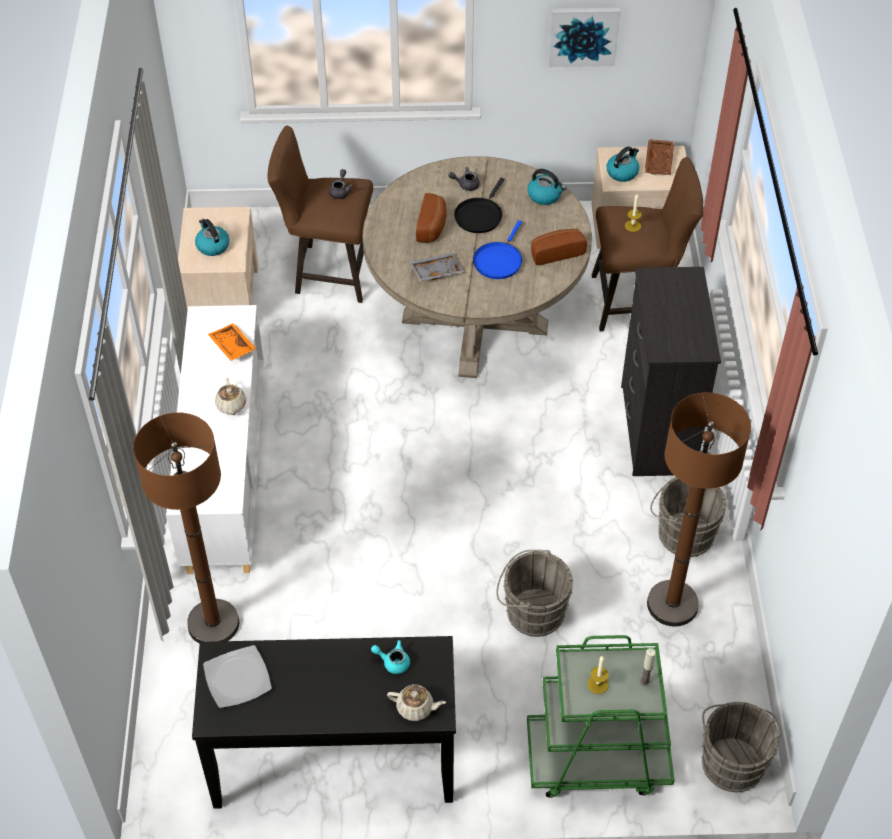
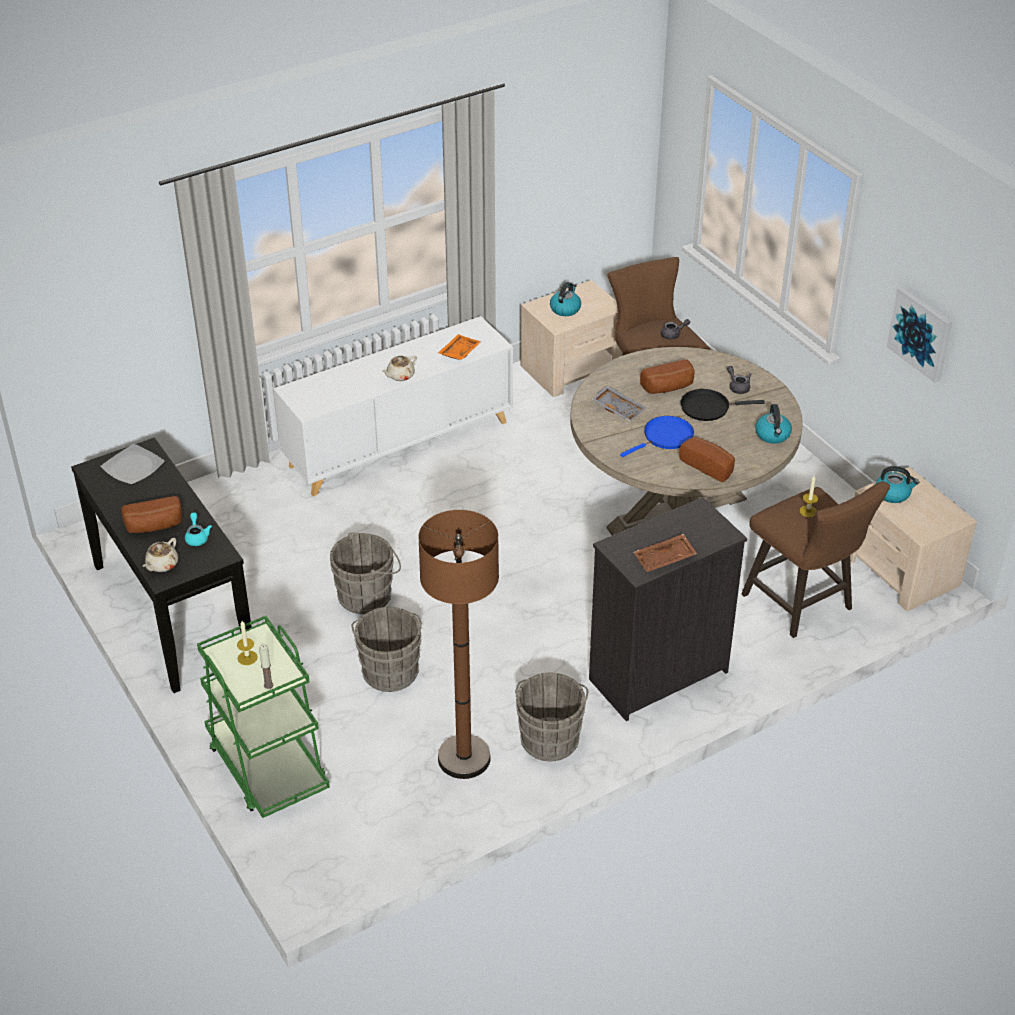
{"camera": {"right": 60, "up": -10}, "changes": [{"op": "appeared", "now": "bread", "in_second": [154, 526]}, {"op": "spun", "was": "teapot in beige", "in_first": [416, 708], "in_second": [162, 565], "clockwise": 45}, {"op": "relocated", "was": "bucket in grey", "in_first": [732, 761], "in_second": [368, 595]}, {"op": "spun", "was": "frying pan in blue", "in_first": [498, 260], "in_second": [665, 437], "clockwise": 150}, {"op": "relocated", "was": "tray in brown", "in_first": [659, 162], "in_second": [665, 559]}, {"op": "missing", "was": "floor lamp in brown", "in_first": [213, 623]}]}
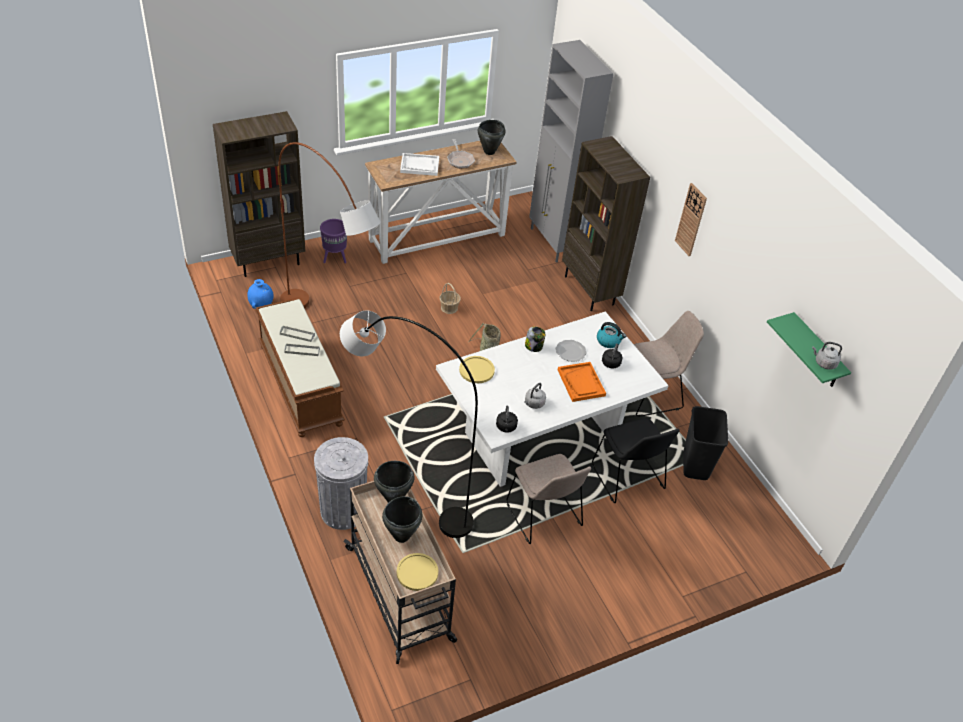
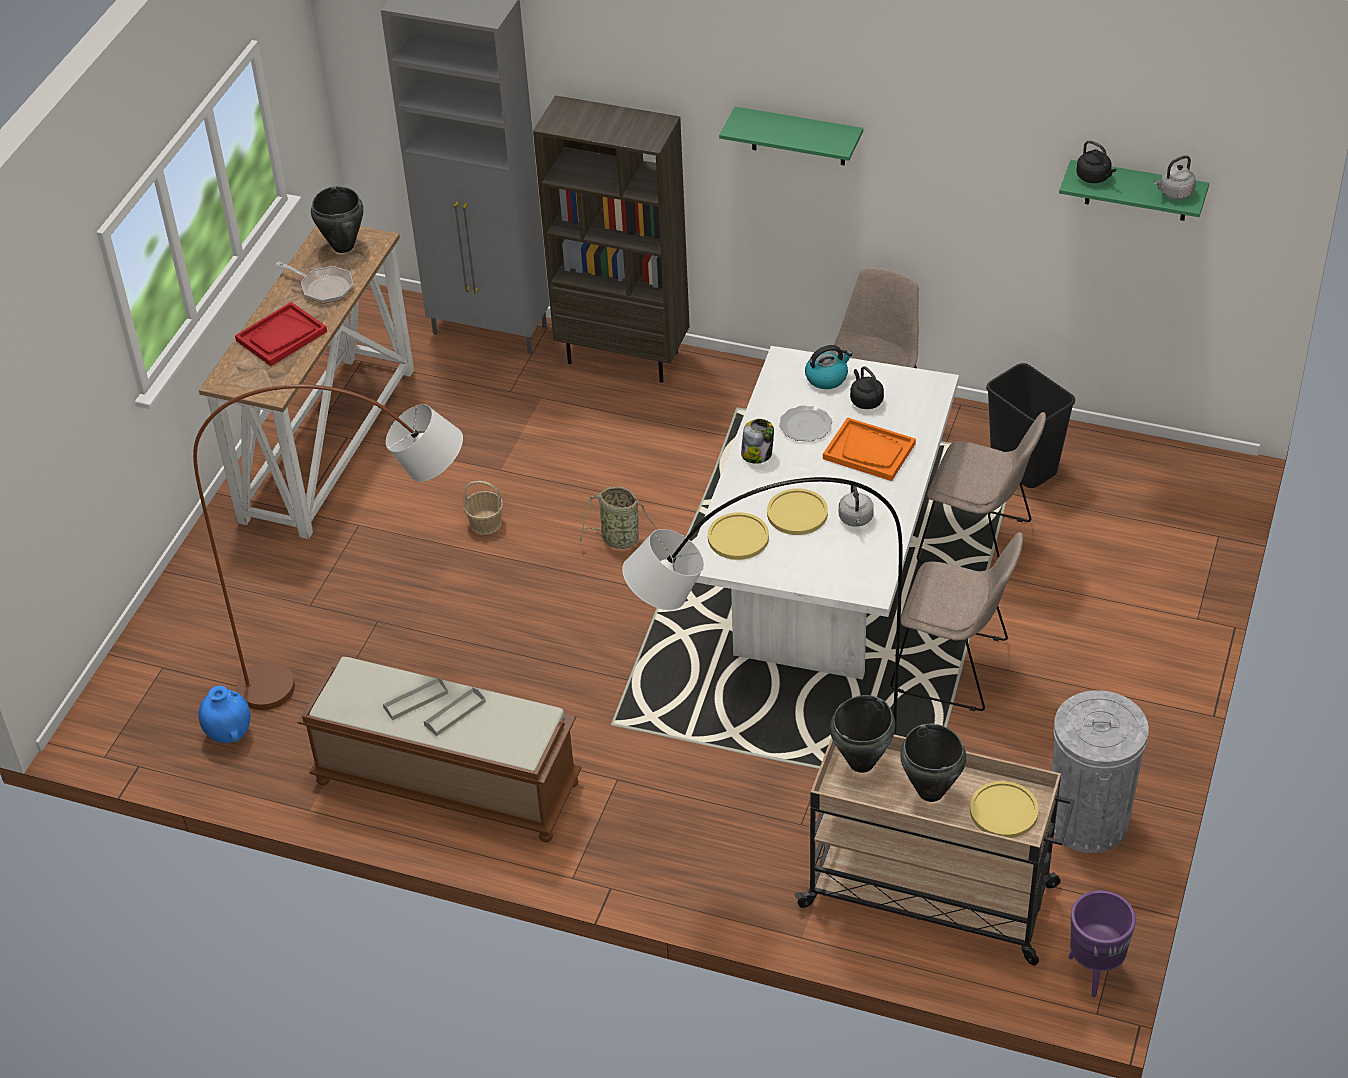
{"camera": {"right": -40, "up": 0}, "changes": [{"op": "colour", "was": "tray in white", "now": "tray in red", "in_first": [419, 165], "in_second": [281, 336]}, {"op": "exchanged", "was": "wall clock", "now": "shelf in green", "in_first": [691, 220], "in_second": [798, 136]}, {"op": "appeared", "now": "plate in yellow", "in_second": [797, 513]}, {"op": "colour", "was": "chair in black", "now": "chair in beige", "in_first": [628, 479], "in_second": [979, 544]}, {"op": "relocated", "was": "trash can in grey", "in_first": [343, 511], "in_second": [1088, 821]}, {"op": "relocated", "was": "planter in purple", "in_first": [334, 258], "in_second": [1093, 972]}, {"op": "relocated", "was": "kettle in black", "in_first": [506, 427], "in_second": [1094, 177]}, {"op": "missing", "was": "bookcase in brown", "in_first": [268, 262]}]}
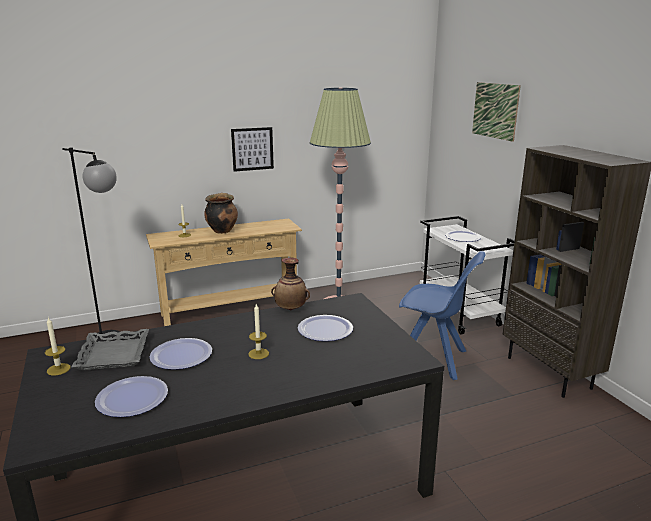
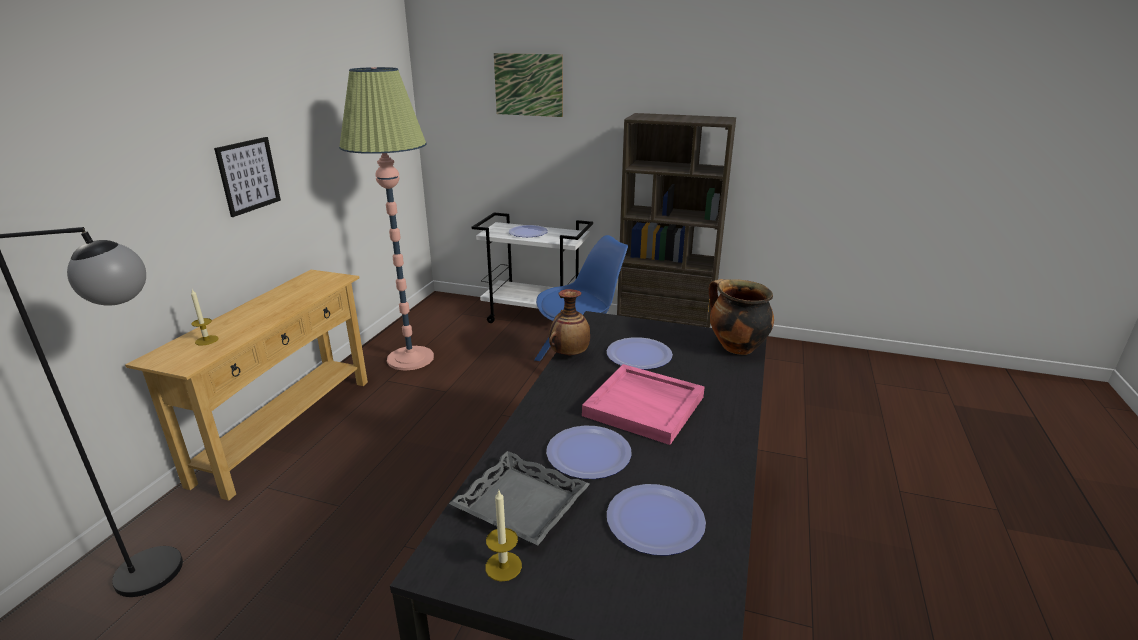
{"camera": {"right": -50, "up": 5}, "changes": [{"op": "exchanged", "was": "candle", "now": "tray in pink", "in_first": [258, 353], "in_second": [645, 406]}, {"op": "relocated", "was": "cooking pot", "in_first": [222, 230], "in_second": [735, 347]}]}
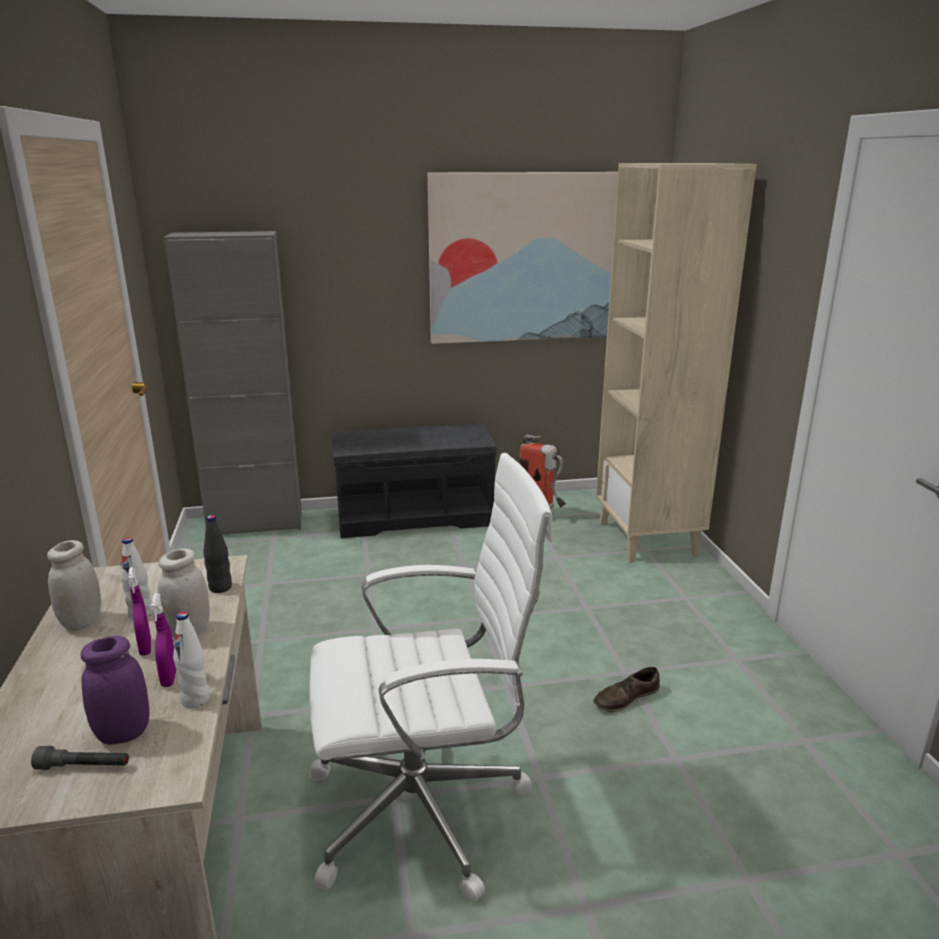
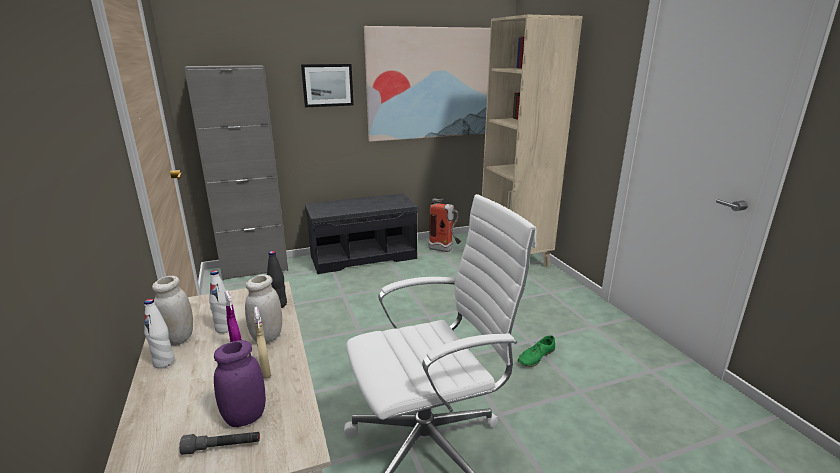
{"camera": {"right": -10, "up": 0}, "changes": [{"op": "relocated", "was": "bottle in white", "in_first": [195, 700], "in_second": [164, 362]}, {"op": "colour", "was": "spray bottle in purple", "now": "spray bottle in beige", "in_first": [169, 678], "in_second": [265, 371]}, {"op": "appeared", "now": "picture", "in_second": [327, 85]}, {"op": "colour", "was": "shoe in brown", "now": "shoe in green", "in_first": [626, 698], "in_second": [536, 357]}]}
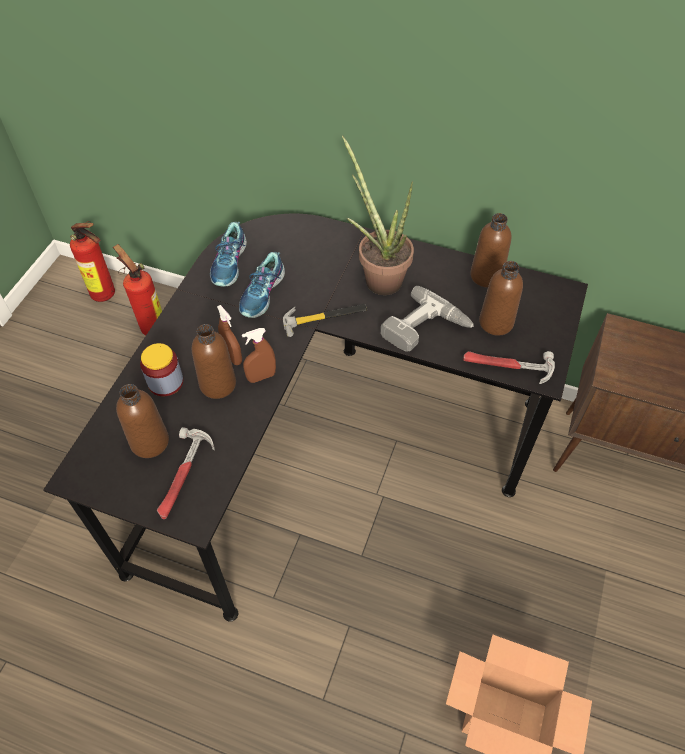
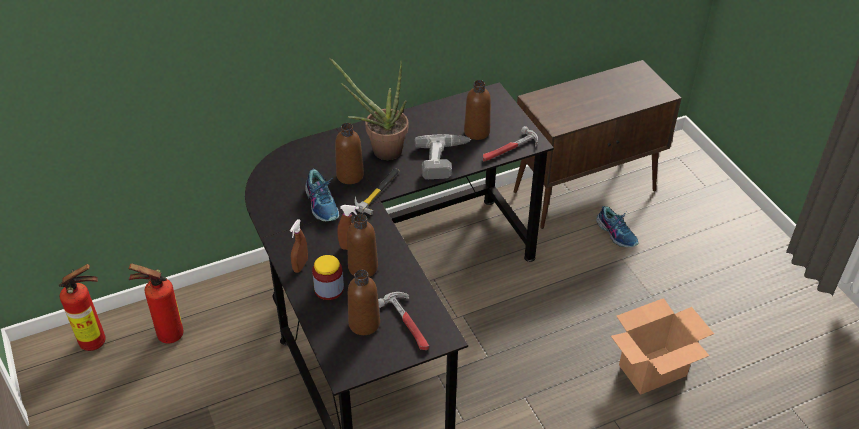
{"camera": {"right": -45, "up": -10}, "changes": [{"op": "relocated", "was": "spray bottle in brown", "in_first": [261, 377], "in_second": [300, 265]}, {"op": "relocated", "was": "bottle in brown", "in_first": [486, 276], "in_second": [350, 175]}, {"op": "relocated", "was": "shoe", "in_first": [230, 263], "in_second": [616, 233]}]}
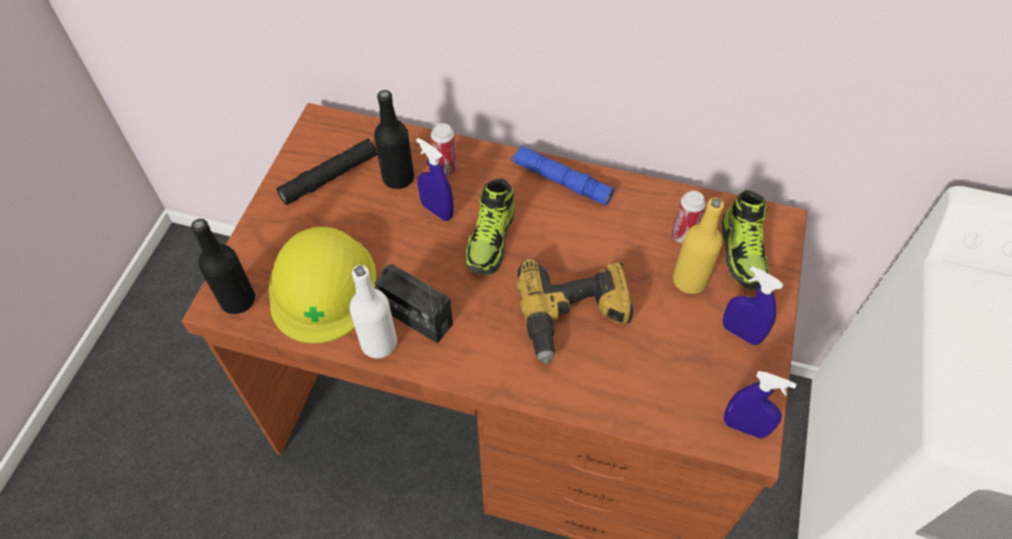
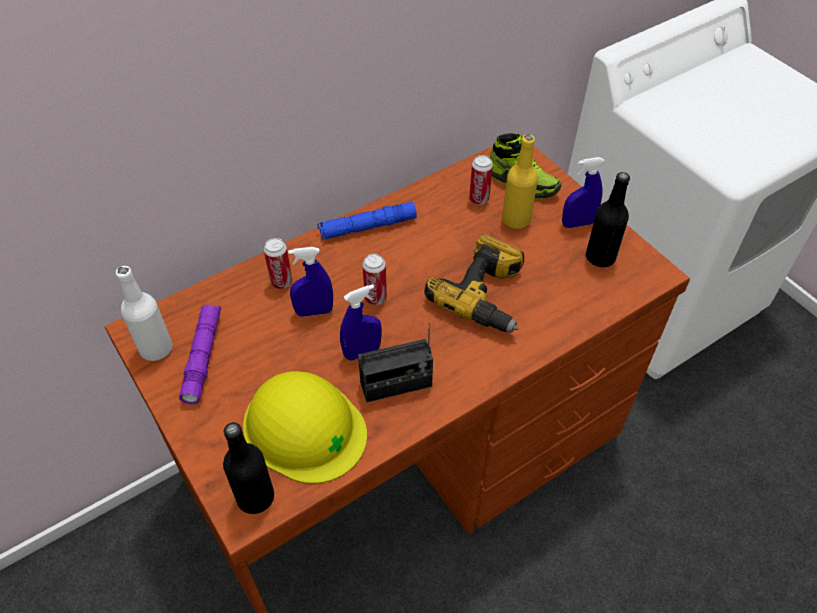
{"camera": {"right": -50, "up": -5}, "changes": [{"op": "relocated", "was": "bottle in white", "in_first": [379, 343], "in_second": [156, 349]}, {"op": "colour", "was": "flashlight in black", "now": "flashlight in purple", "in_first": [330, 177], "in_second": [203, 357]}, {"op": "relocated", "was": "spray bottle in blue", "in_first": [745, 427], "in_second": [362, 352]}, {"op": "exchanged", "was": "shoe", "now": "can", "in_first": [491, 240], "in_second": [375, 298]}, {"op": "relocated", "was": "bottle in black", "in_first": [398, 178], "in_second": [600, 257]}]}
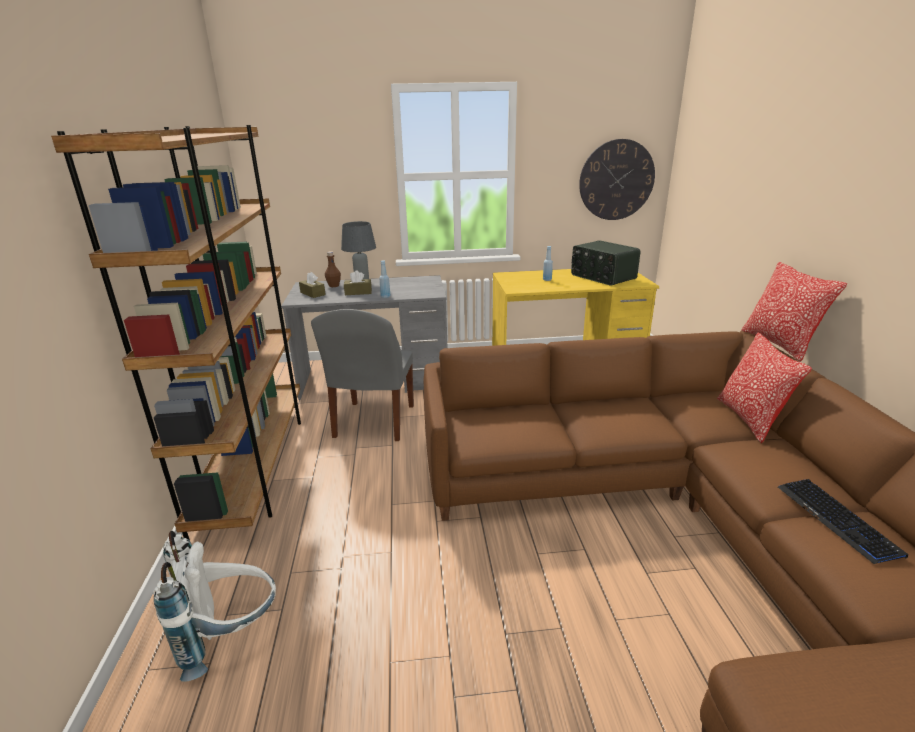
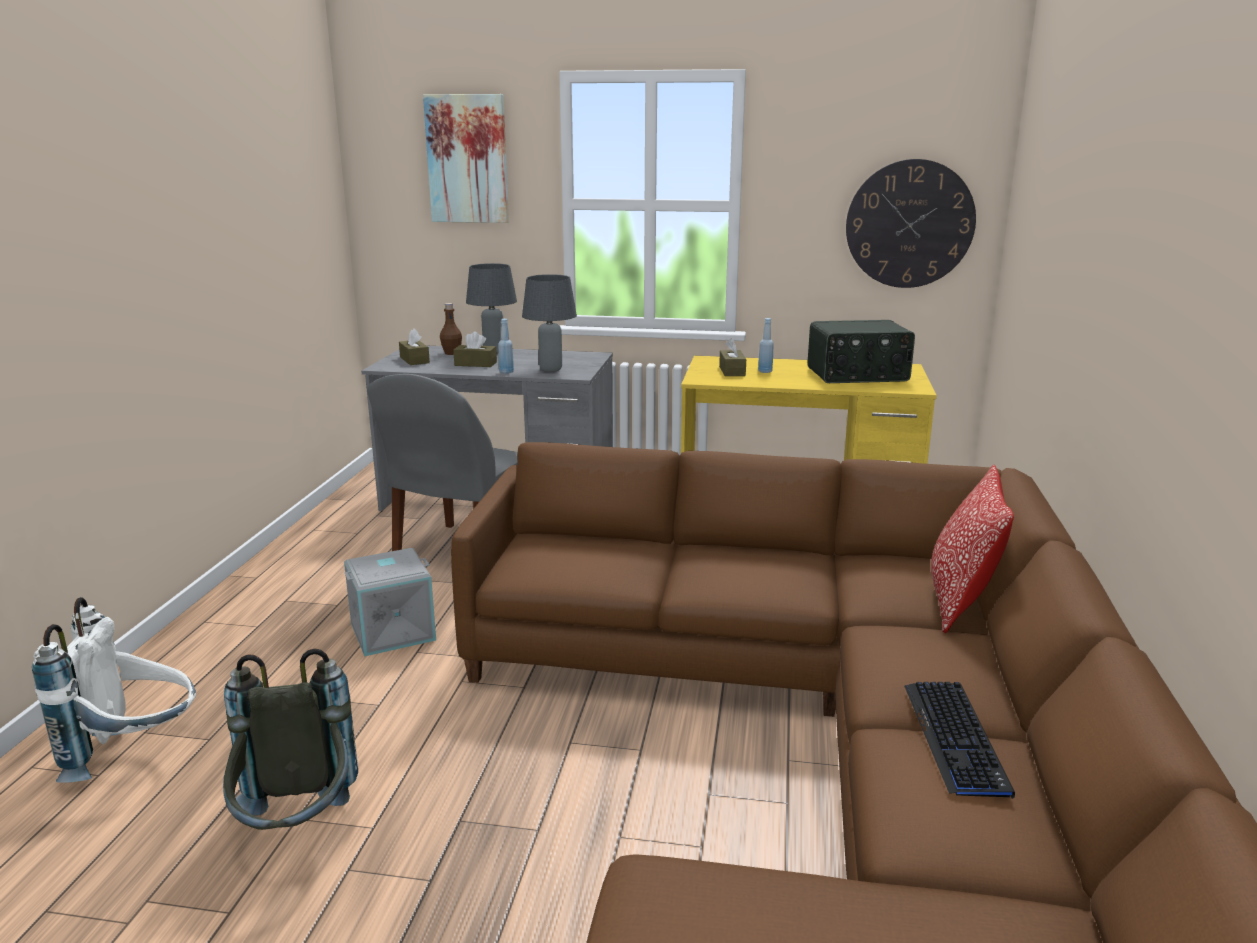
{"camera": {"right": 15, "up": -5}, "changes": [{"op": "appeared", "now": "backpack in grey", "in_second": [297, 832]}, {"op": "appeared", "now": "storage box in grey", "in_second": [393, 631]}, {"op": "appeared", "now": "picture", "in_second": [467, 159]}, {"op": "appeared", "now": "table lamp in grey", "in_second": [551, 369]}, {"op": "appeared", "now": "tissue box in brown", "in_second": [732, 371]}, {"op": "spun", "was": "radio", "in_first": [602, 277], "in_second": [858, 375], "clockwise": -75}, {"op": "missing", "was": "bookcase in brown", "in_first": [255, 466]}, {"op": "missing", "was": "pillow", "in_first": [779, 344]}]}
